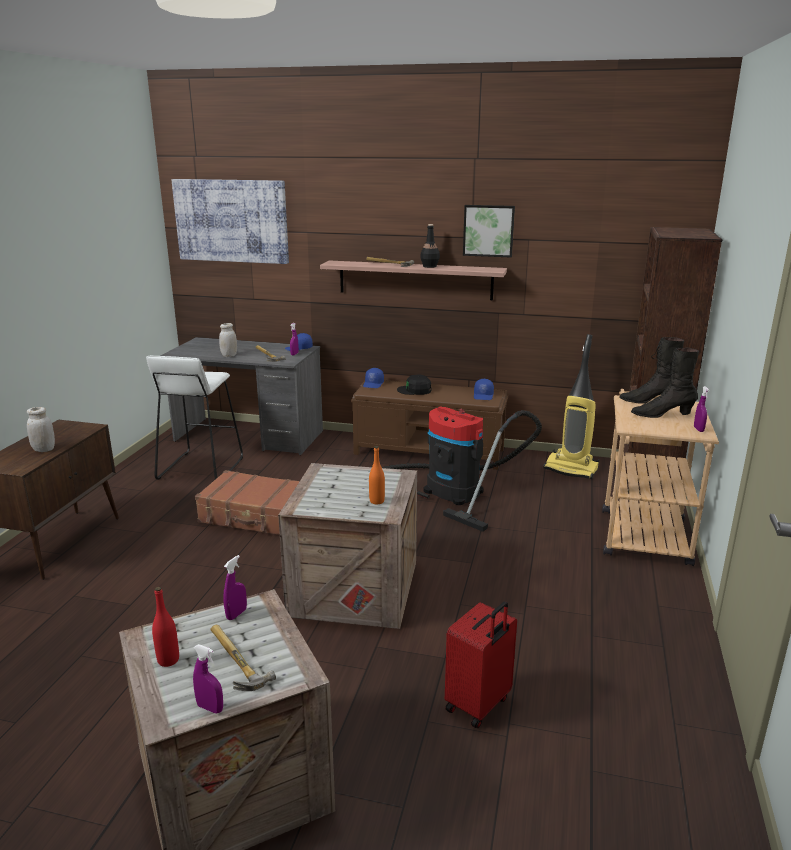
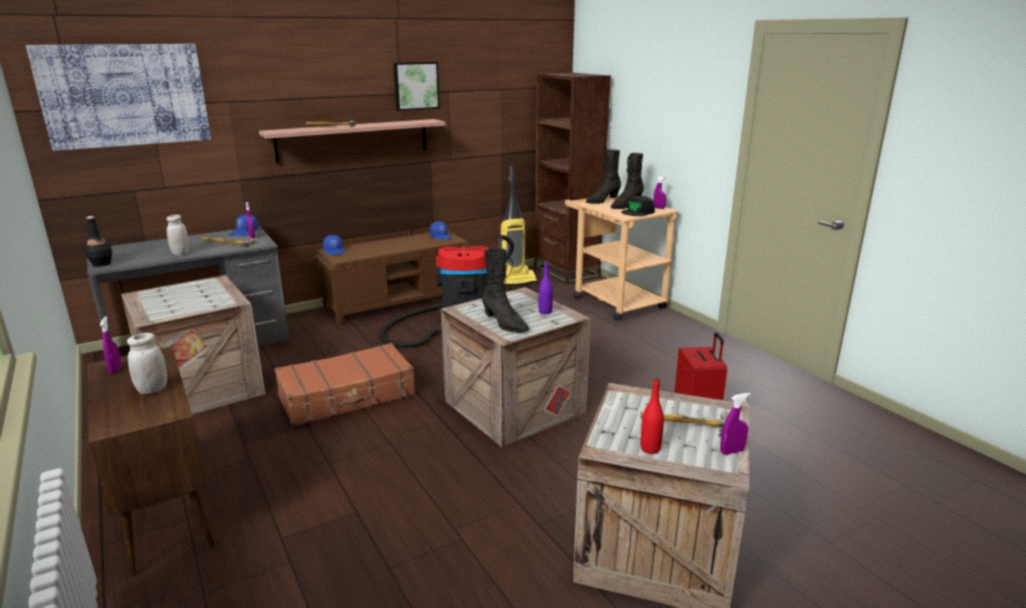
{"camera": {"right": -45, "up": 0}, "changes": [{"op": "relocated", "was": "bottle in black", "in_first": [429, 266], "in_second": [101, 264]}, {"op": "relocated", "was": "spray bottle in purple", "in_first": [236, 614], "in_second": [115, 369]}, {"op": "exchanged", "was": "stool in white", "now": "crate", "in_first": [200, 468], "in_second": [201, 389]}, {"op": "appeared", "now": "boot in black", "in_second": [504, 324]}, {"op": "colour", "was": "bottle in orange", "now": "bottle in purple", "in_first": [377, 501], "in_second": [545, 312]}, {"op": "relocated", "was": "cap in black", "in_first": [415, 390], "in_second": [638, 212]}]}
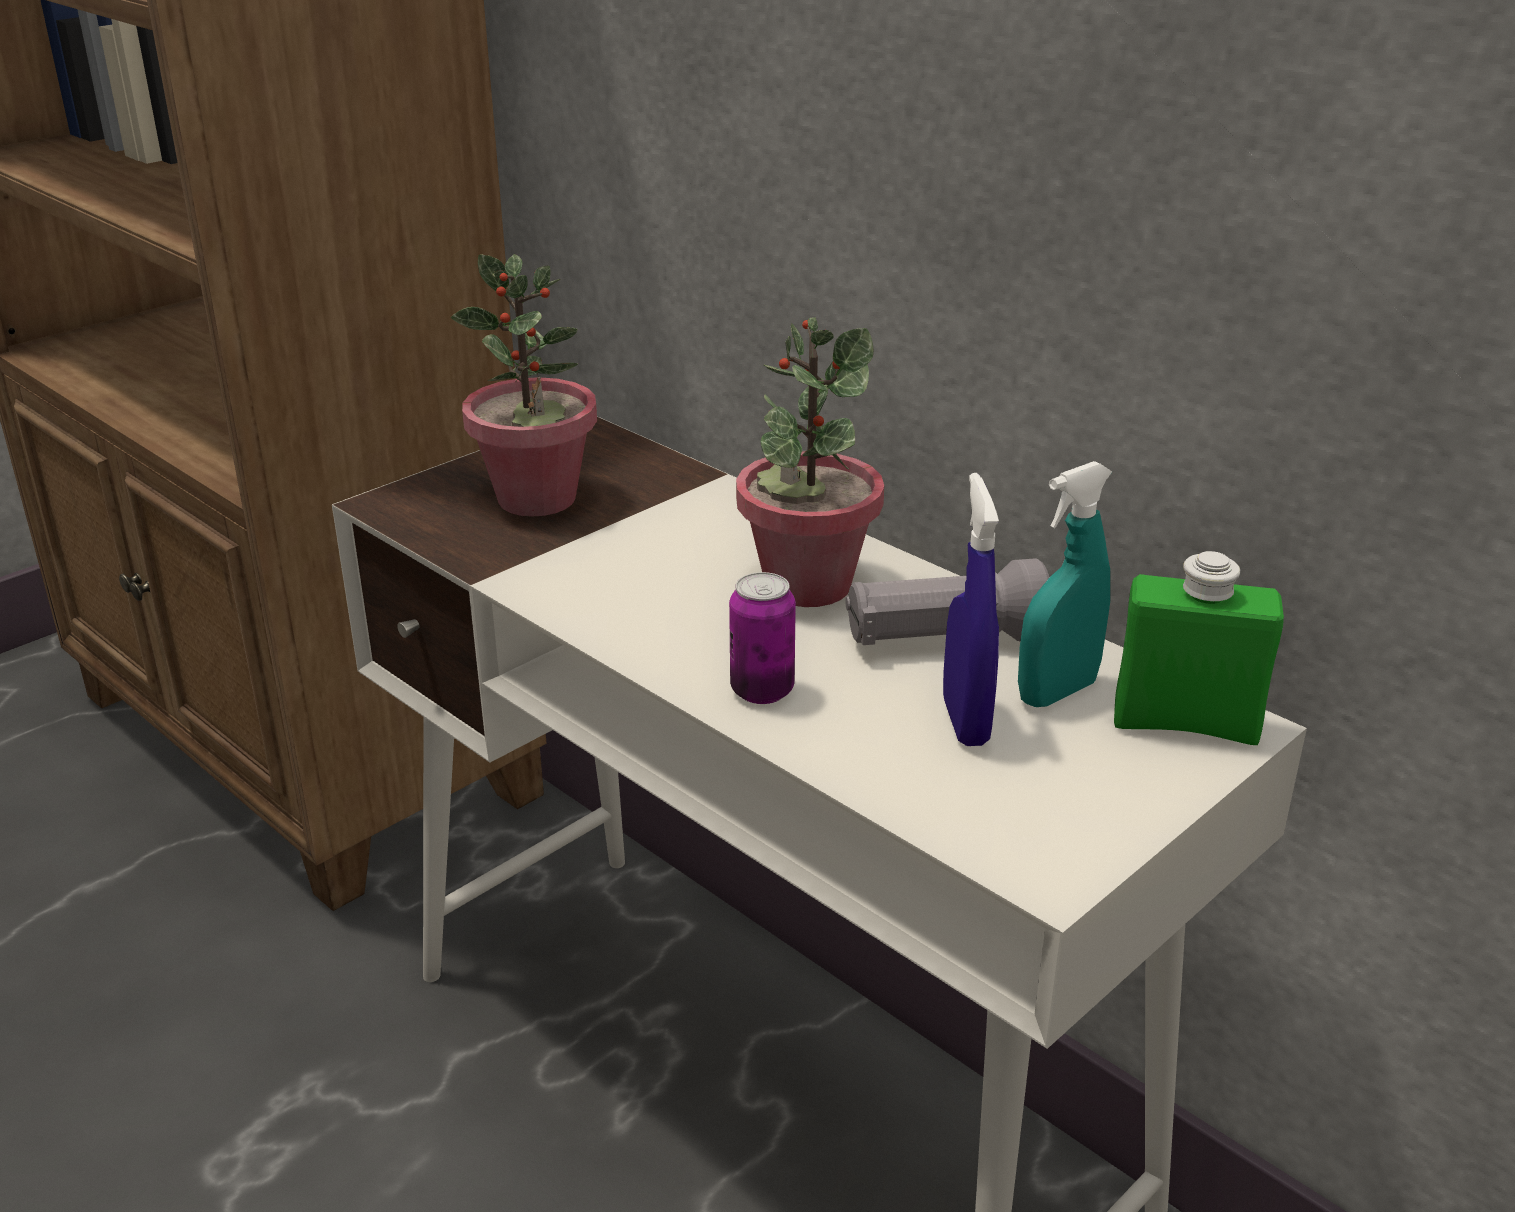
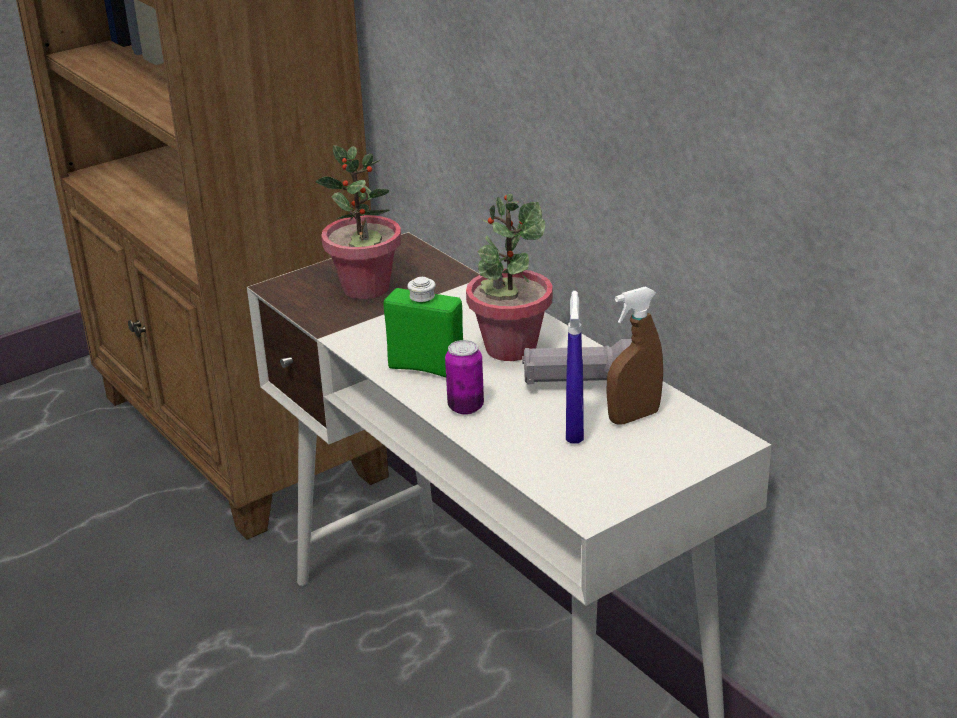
{"camera": {"right": 10, "up": 0}, "changes": [{"op": "relocated", "was": "bottle in green", "in_first": [1185, 724], "in_second": [426, 368]}, {"op": "colour", "was": "spray bottle in turquoise", "now": "spray bottle in brown", "in_first": [1057, 692], "in_second": [633, 417]}]}
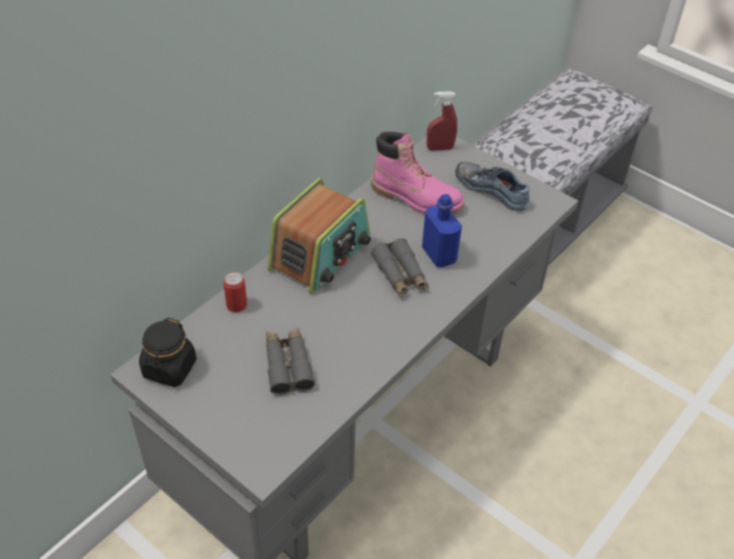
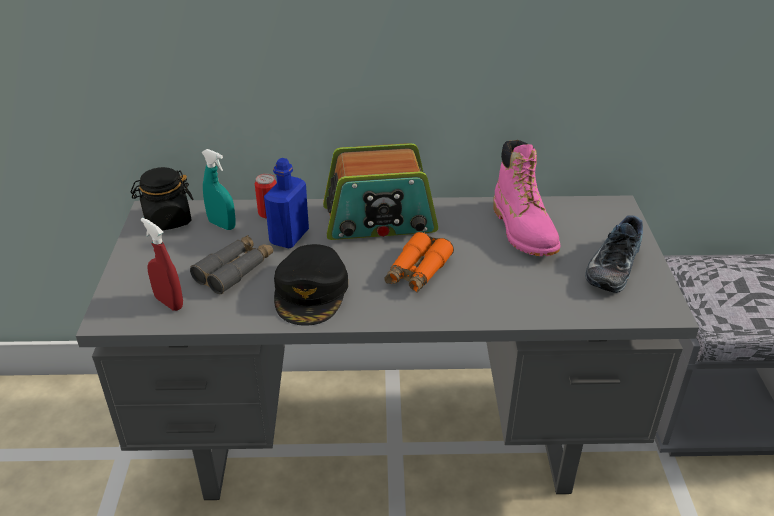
{"camera": {"right": 50, "up": -10}, "changes": [{"op": "relocated", "was": "spray bottle in red", "in_first": [440, 148], "in_second": [169, 302]}, {"op": "appeared", "now": "spray bottle in turquoise", "in_second": [222, 225]}, {"op": "relocated", "was": "bottle in blue", "in_first": [439, 255], "in_second": [289, 237]}, {"op": "appeared", "now": "cap in black", "in_second": [311, 292]}, {"op": "colour", "was": "binoculars in grey", "now": "binoculars in orange", "in_first": [400, 275], "in_second": [417, 272]}, {"op": "spun", "was": "shoe", "in_first": [493, 190], "in_second": [611, 265], "clockwise": -150}]}
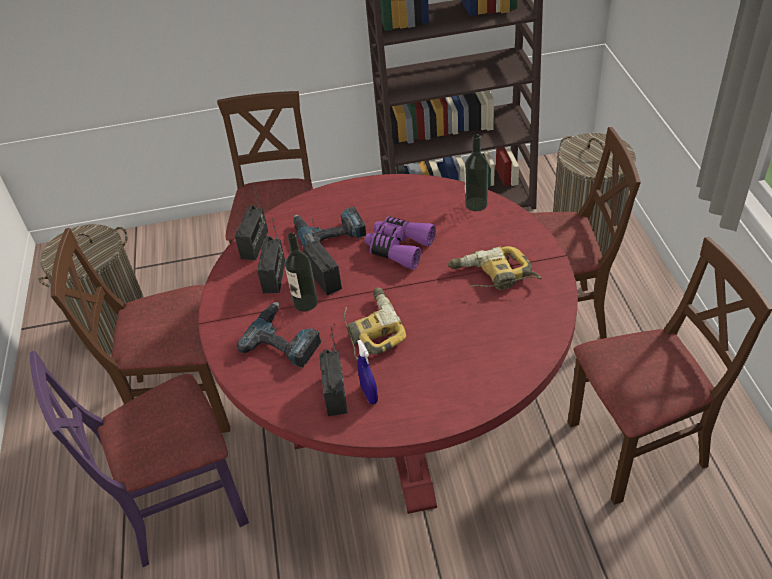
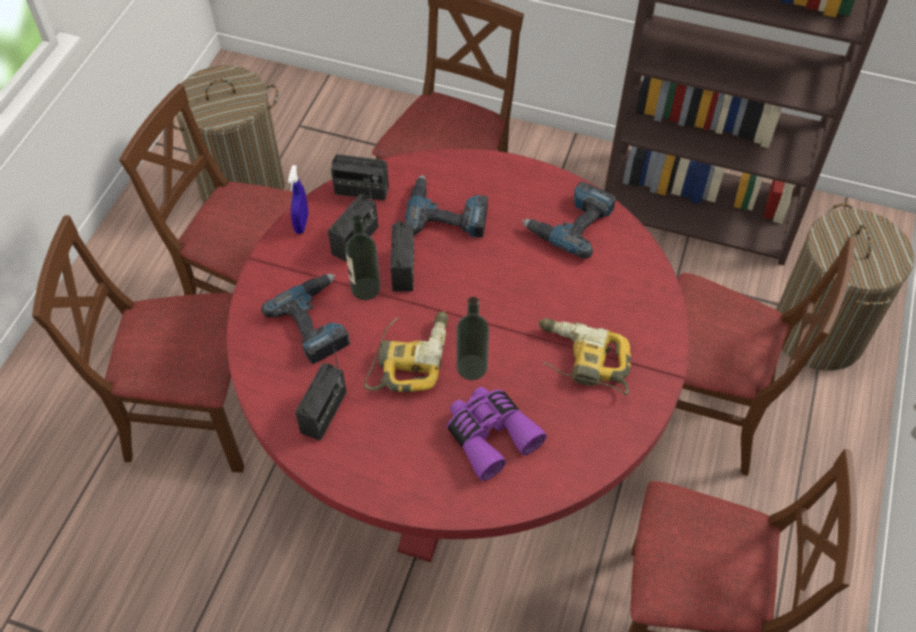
{"camera": {"right": 25, "up": 10}, "changes": [{"op": "colour", "was": "chair in purple", "now": "chair in brown", "in_first": [182, 506], "in_second": [193, 419]}, {"op": "relocated", "was": "spray bottle in blue", "in_first": [369, 394], "in_second": [301, 224]}, {"op": "spun", "was": "radio", "in_first": [255, 245], "in_second": [361, 190], "clockwise": 60}, {"op": "relocated", "was": "binoculars in purple", "in_first": [399, 248], "in_second": [490, 435]}, {"op": "relocated", "was": "bottle", "in_first": [476, 204], "in_second": [471, 367]}, {"op": "appeared", "now": "power drill", "in_second": [571, 223]}]}
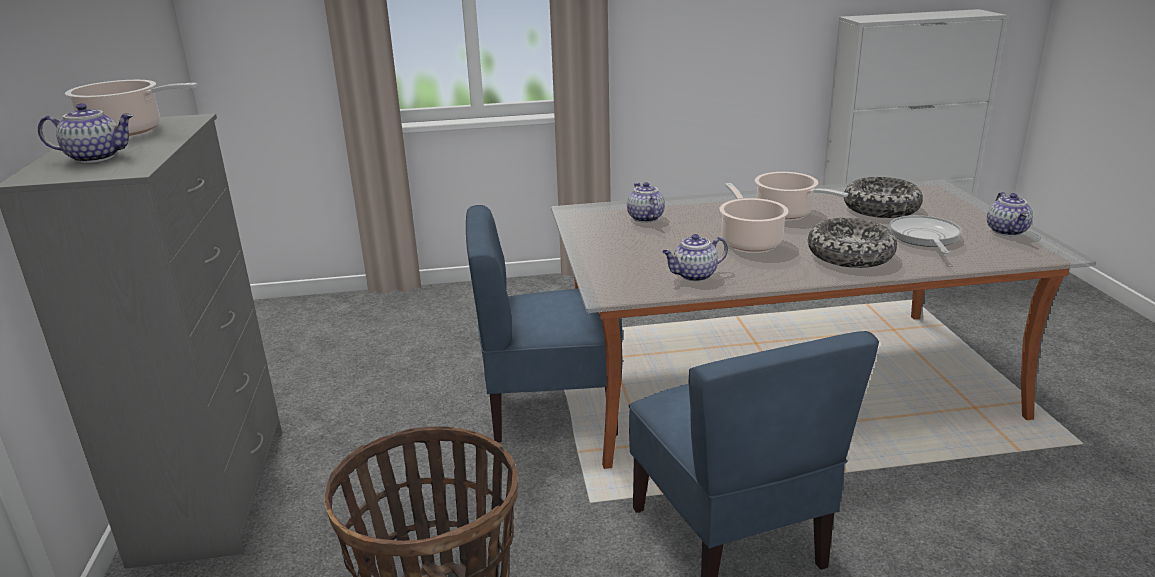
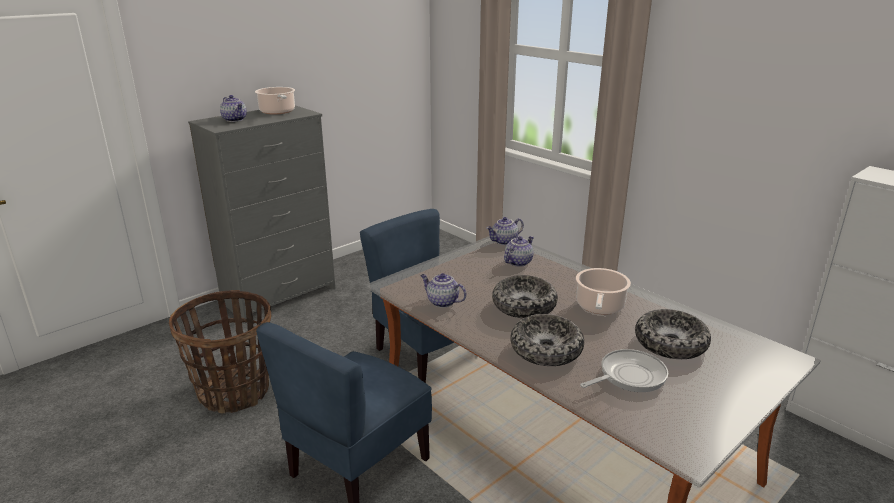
{"camera": {"right": 55, "up": 0}, "changes": [{"op": "relocated", "was": "teapot", "in_first": [1007, 231], "in_second": [504, 242]}, {"op": "exchanged", "was": "cooking pot", "now": "bowl", "in_first": [749, 241], "in_second": [524, 306]}]}
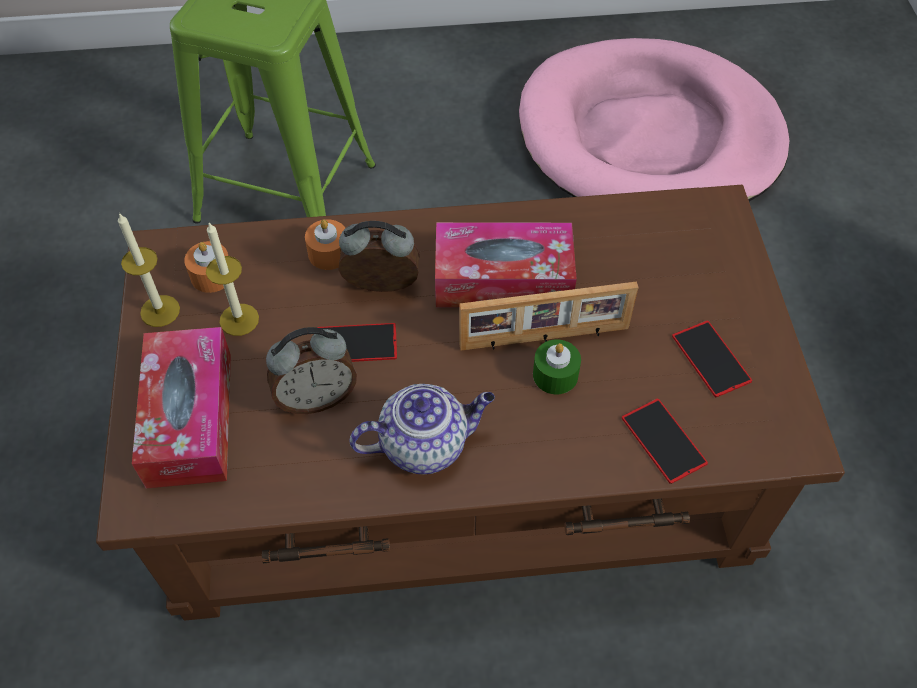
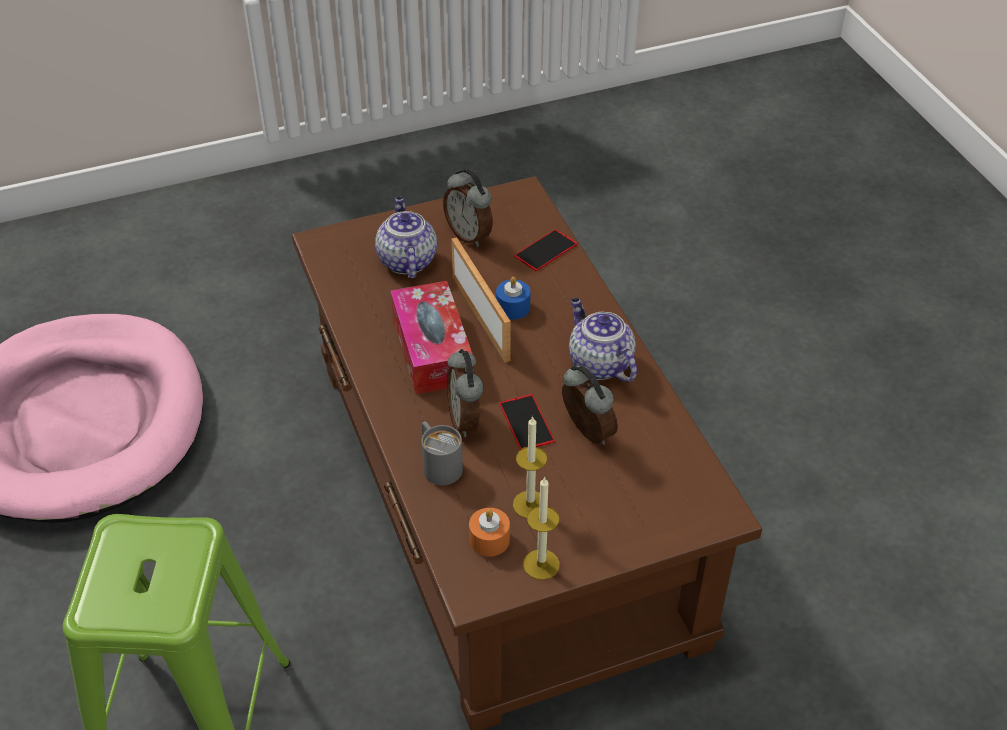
{"camera": {"right": -105, "up": -10}, "changes": [{"op": "appeared", "now": "teapot", "in_second": [406, 260]}, {"op": "exchanged", "was": "candle in orange", "now": "mug in grey", "in_first": [329, 253], "in_second": [438, 464]}, {"op": "exchanged", "was": "phone", "now": "alarm clock", "in_first": [711, 358], "in_second": [469, 235]}, {"op": "colour", "was": "candle in green", "now": "candle in blue", "in_first": [555, 375], "in_second": [513, 307]}, {"op": "missing", "was": "tissue box", "in_first": [190, 418]}]}
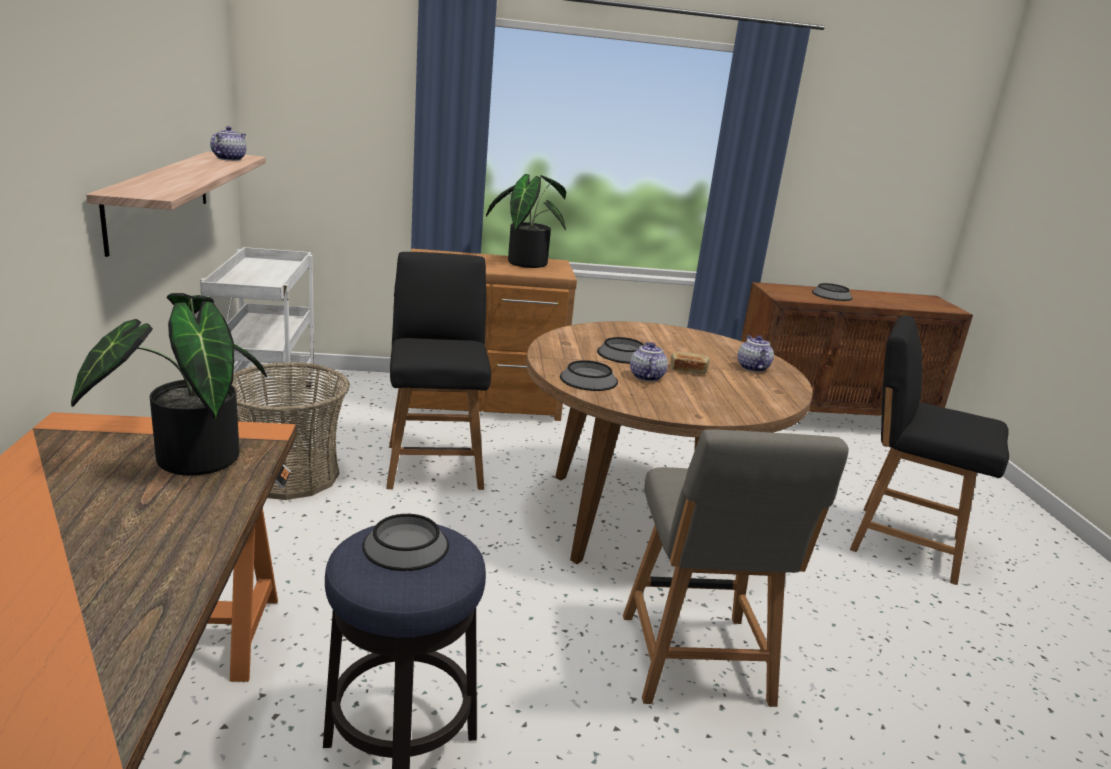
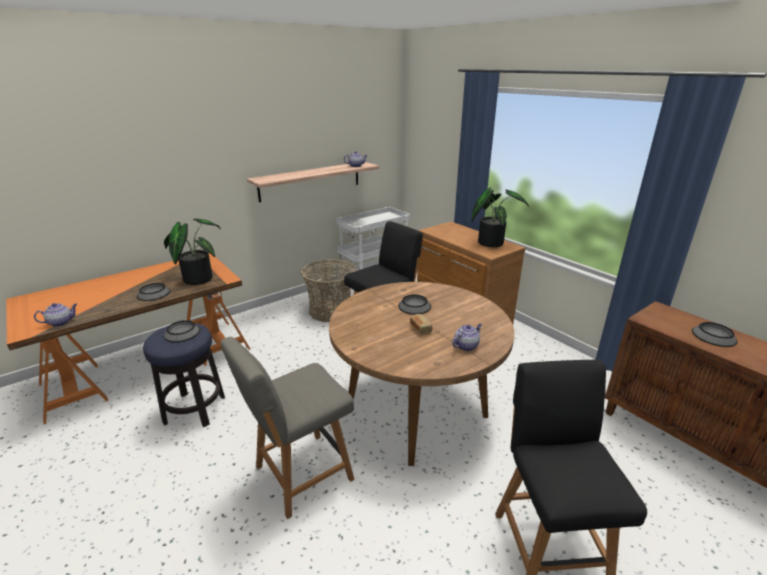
{"camera": {"right": 60, "up": 5}, "changes": [{"op": "relocated", "was": "teapot", "in_first": [646, 376], "in_second": [61, 322]}, {"op": "relocated", "was": "bowl", "in_first": [588, 379], "in_second": [153, 293]}]}
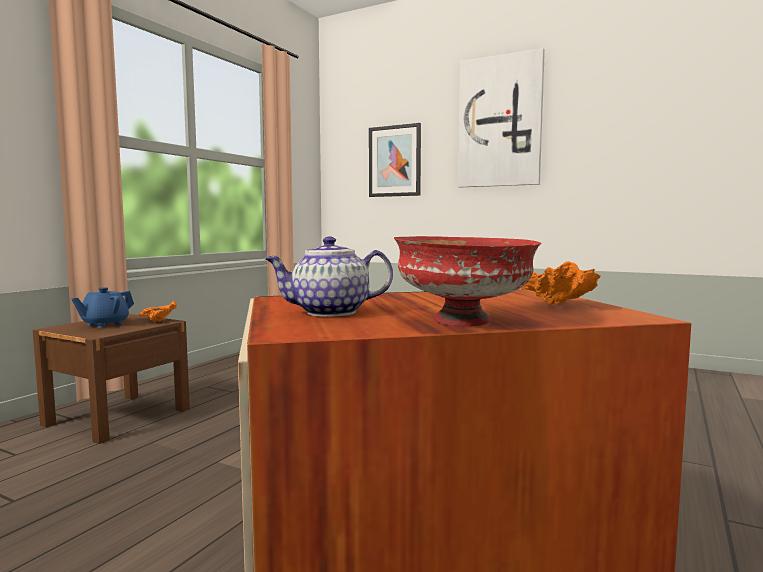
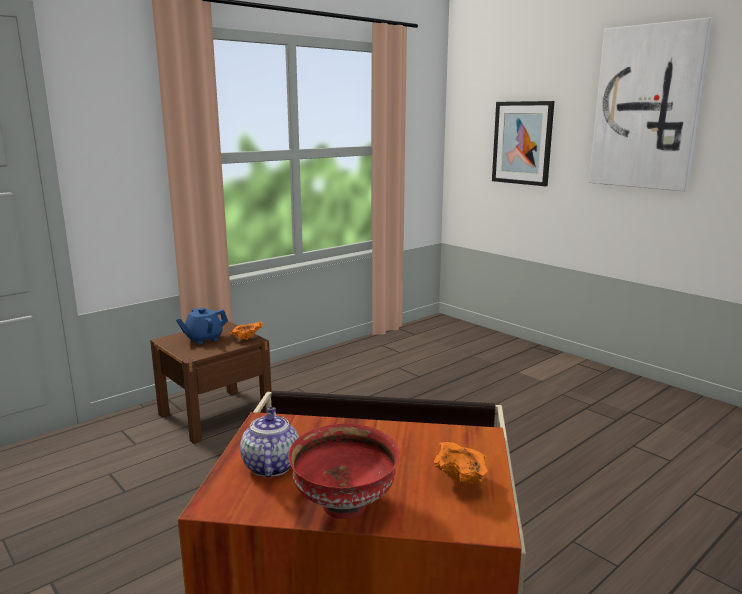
{"camera": {"right": 20, "up": 10}, "changes": [{"op": "spun", "was": "teapot", "in_first": [329, 312], "in_second": [270, 465], "clockwise": 75}]}
